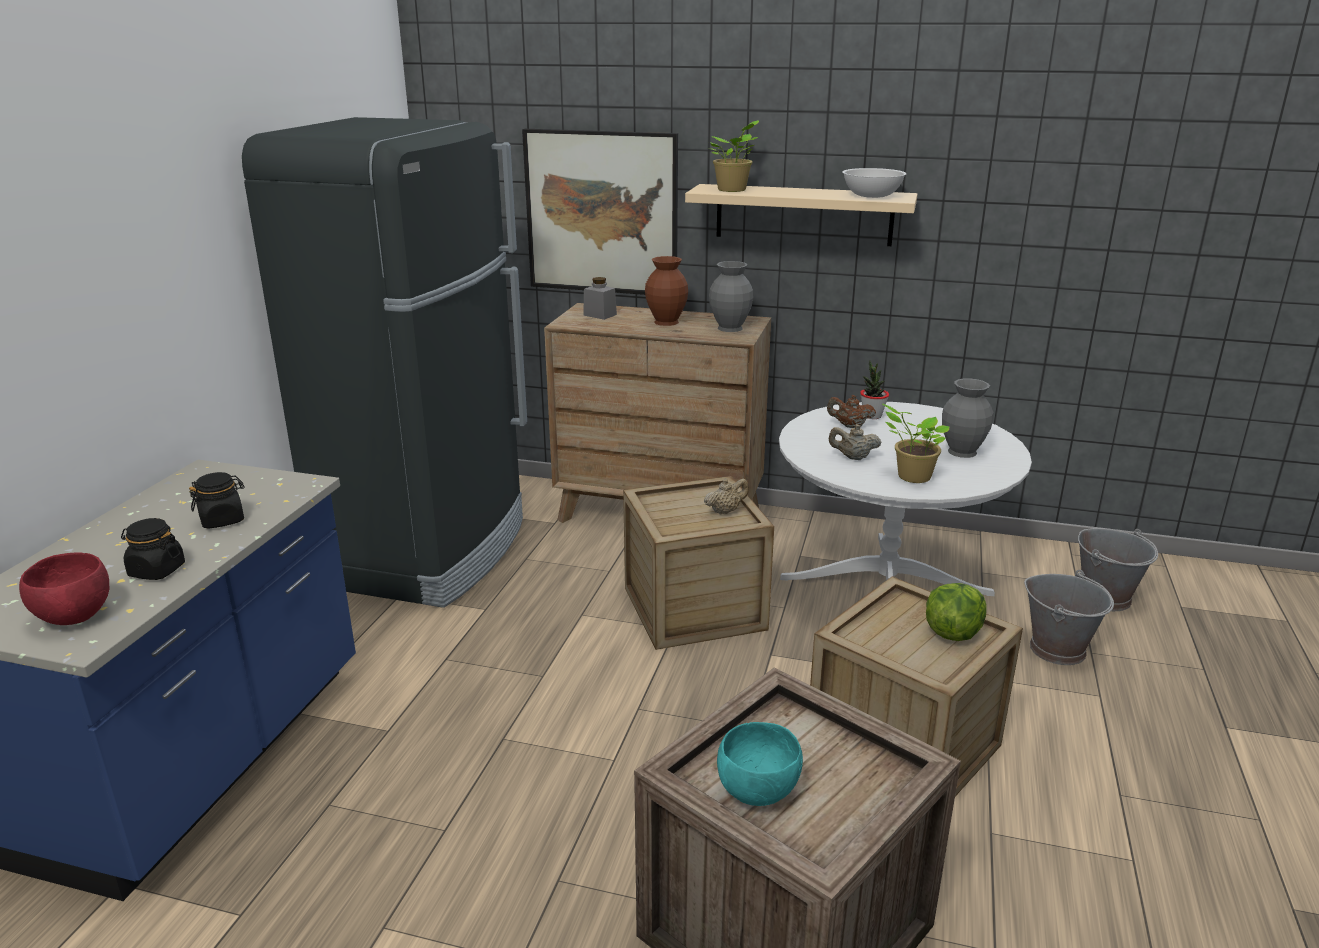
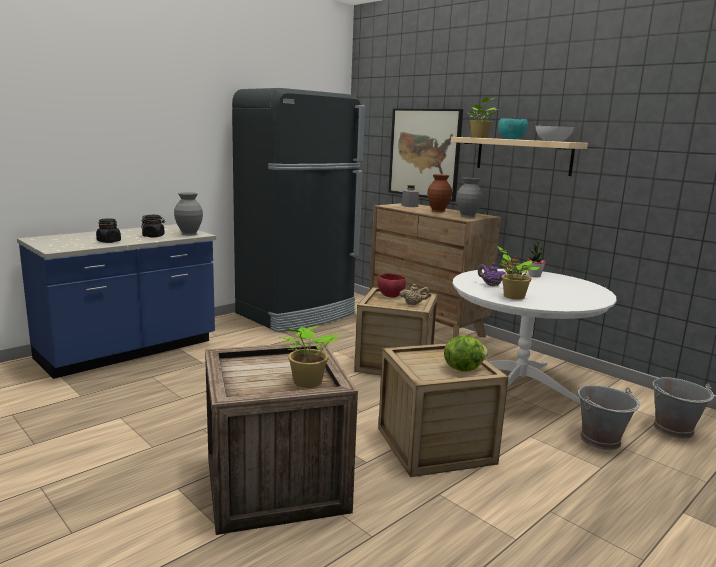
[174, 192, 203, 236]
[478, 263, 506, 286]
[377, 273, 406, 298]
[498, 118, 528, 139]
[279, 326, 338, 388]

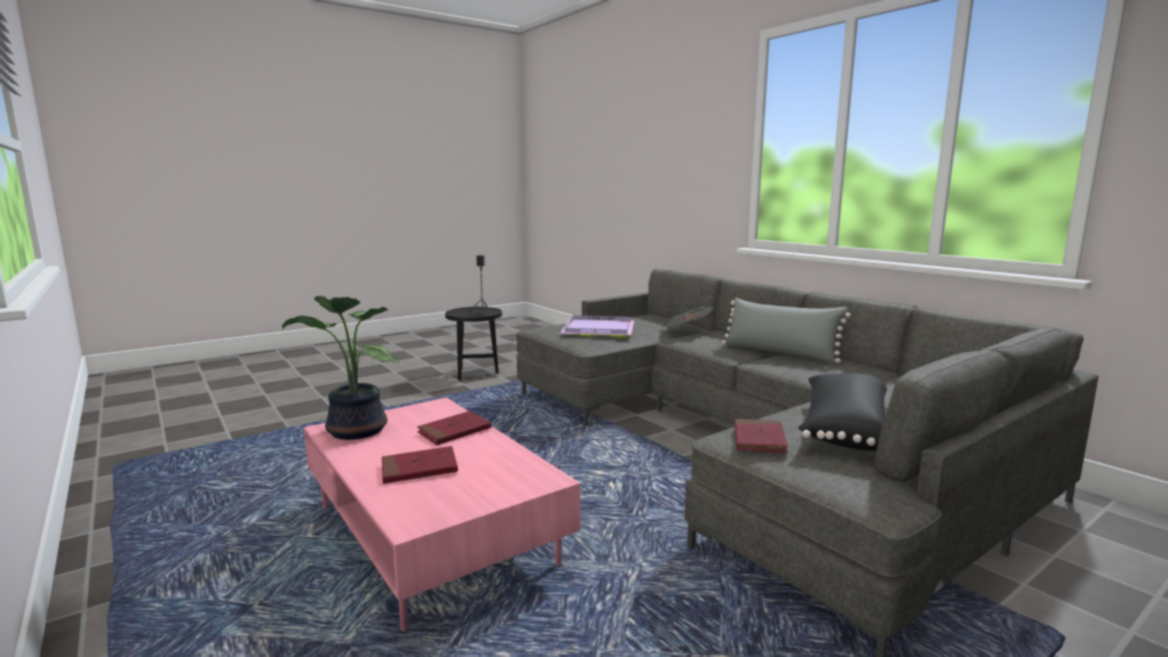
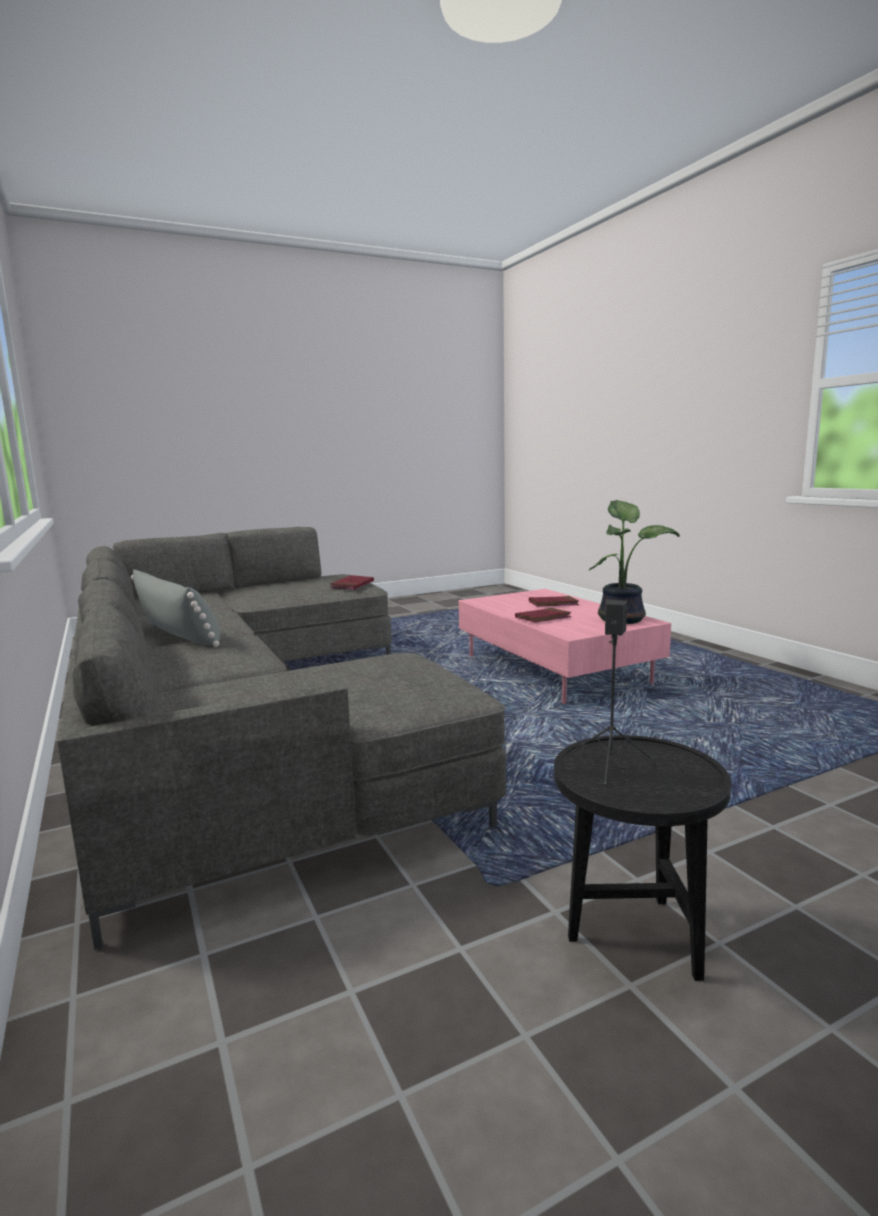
[661, 306, 714, 327] (first image)
[560, 315, 634, 337] (first image)
[798, 373, 887, 451] (first image)

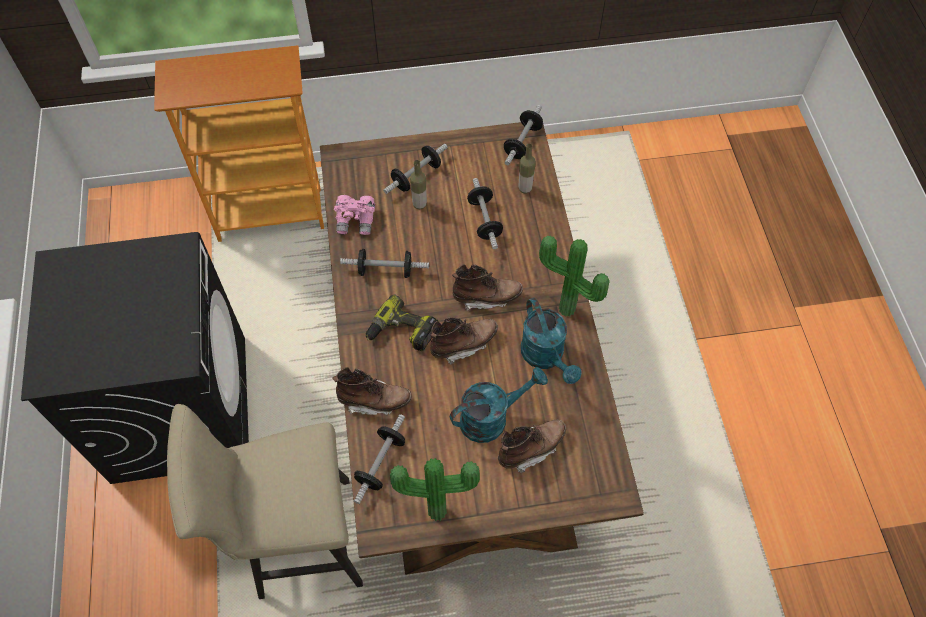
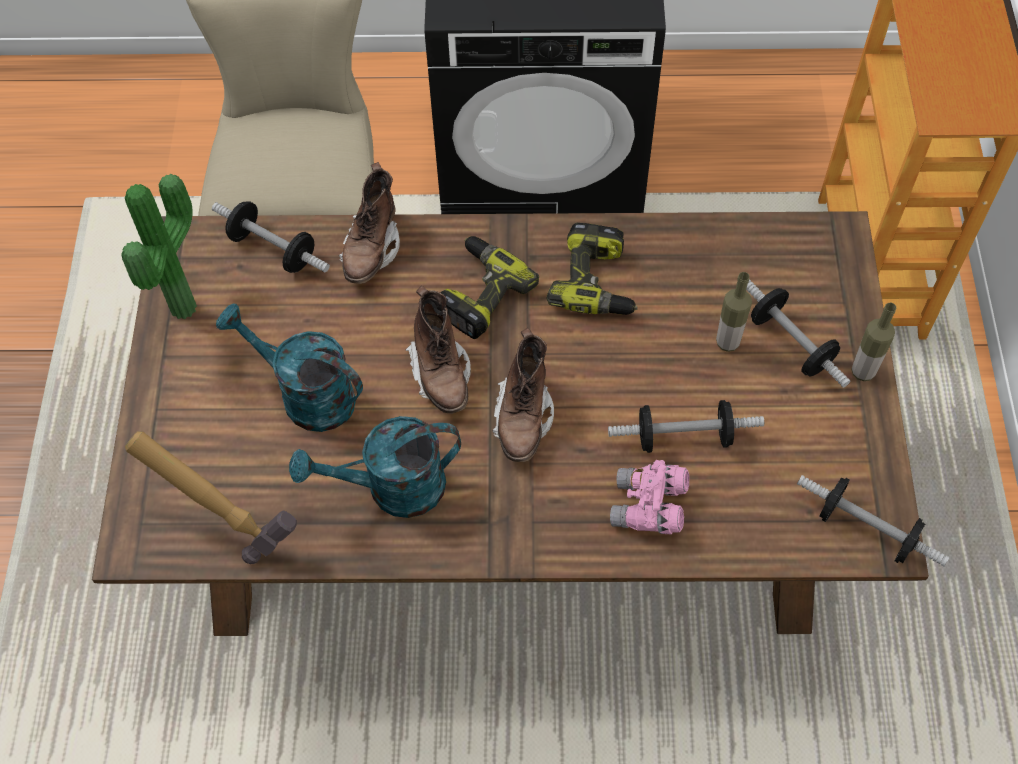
[852, 302, 896, 381]
[610, 460, 689, 535]
[539, 236, 609, 317] (first image)
[546, 223, 638, 315]
[216, 303, 363, 432]
[498, 420, 566, 474] (first image)
[125, 431, 297, 564]

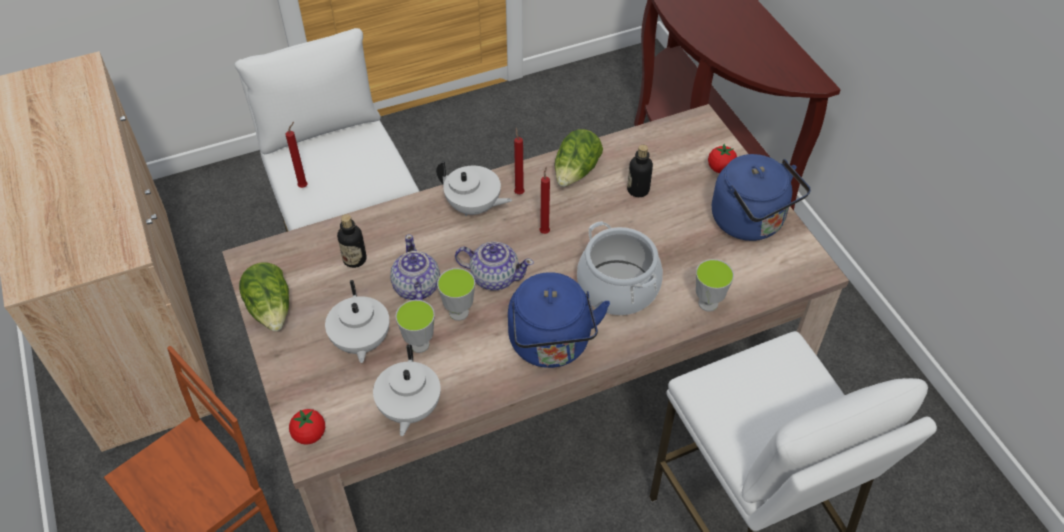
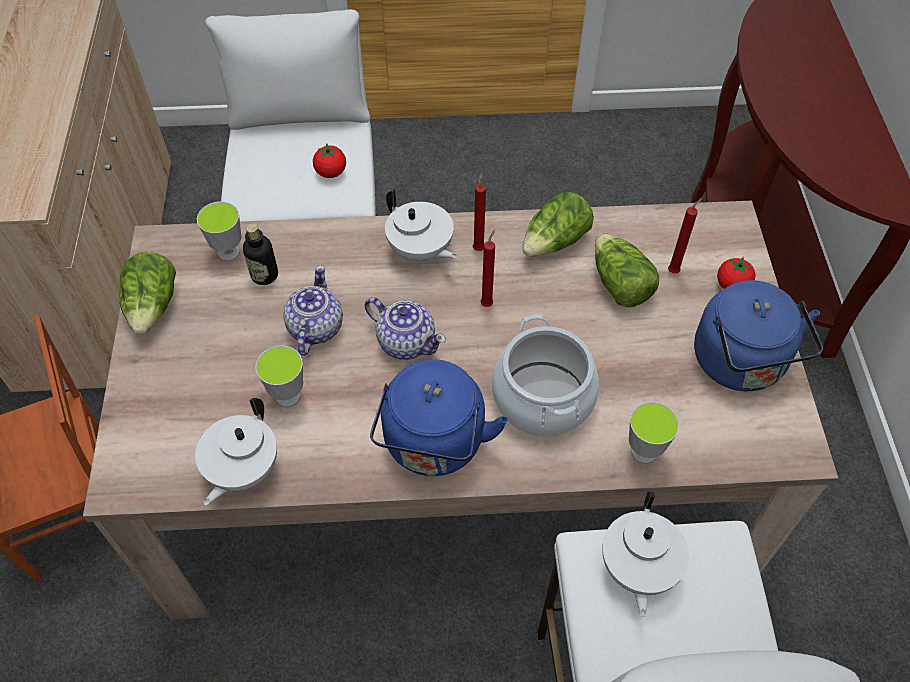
[668, 198, 702, 274]
[595, 233, 659, 308]
[197, 202, 241, 261]
[602, 491, 689, 617]
[313, 143, 346, 178]

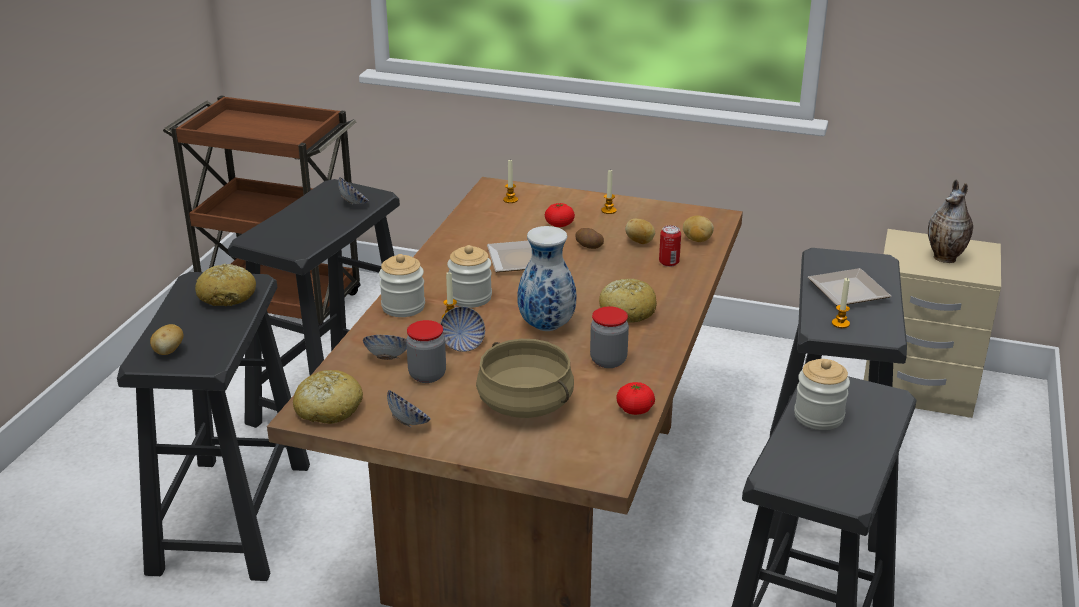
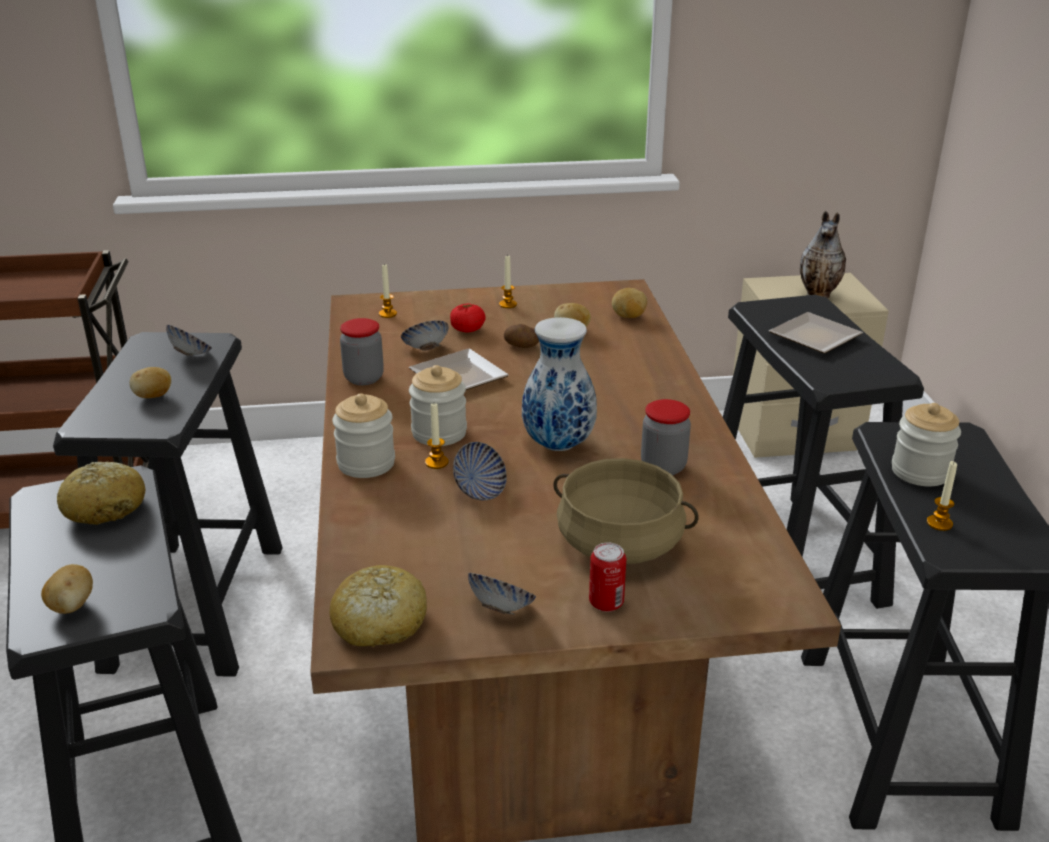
[589, 543, 626, 612]
[927, 461, 957, 531]
[599, 279, 657, 323] (first image)
[340, 318, 384, 385]
[401, 320, 448, 351]
[616, 382, 655, 415] (first image)
[130, 367, 171, 398]

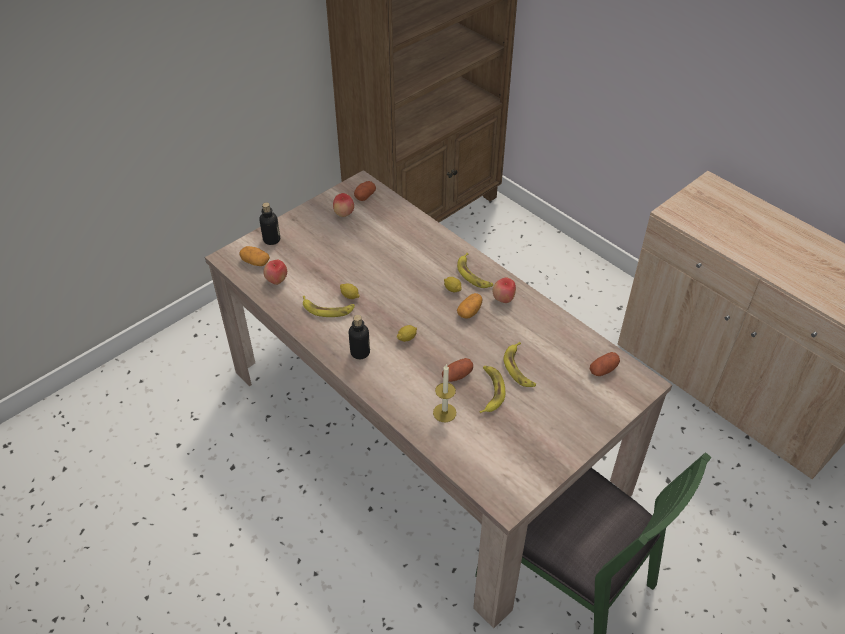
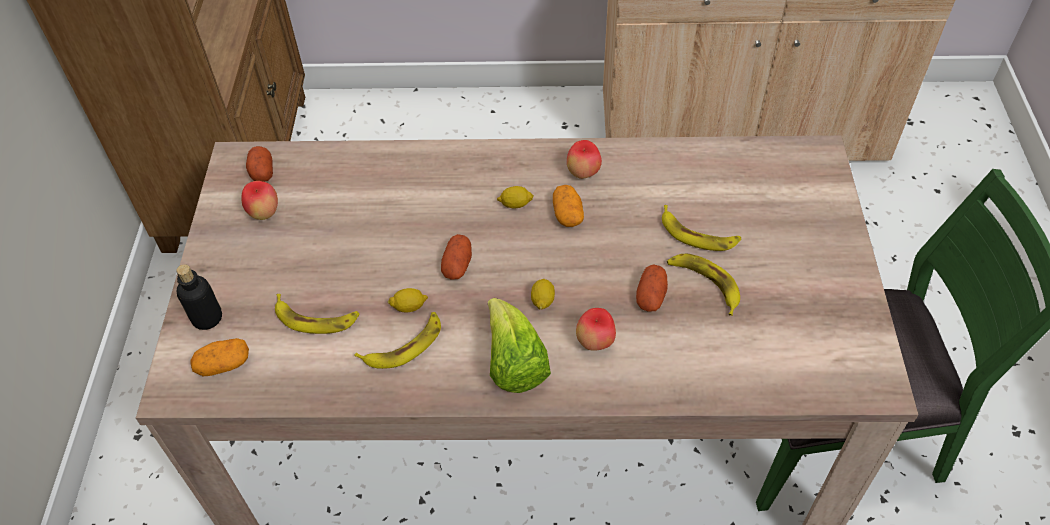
[275, 294, 359, 334]
[576, 308, 616, 351]
[488, 298, 551, 393]
[441, 234, 472, 280]
[433, 365, 456, 422] (first image)

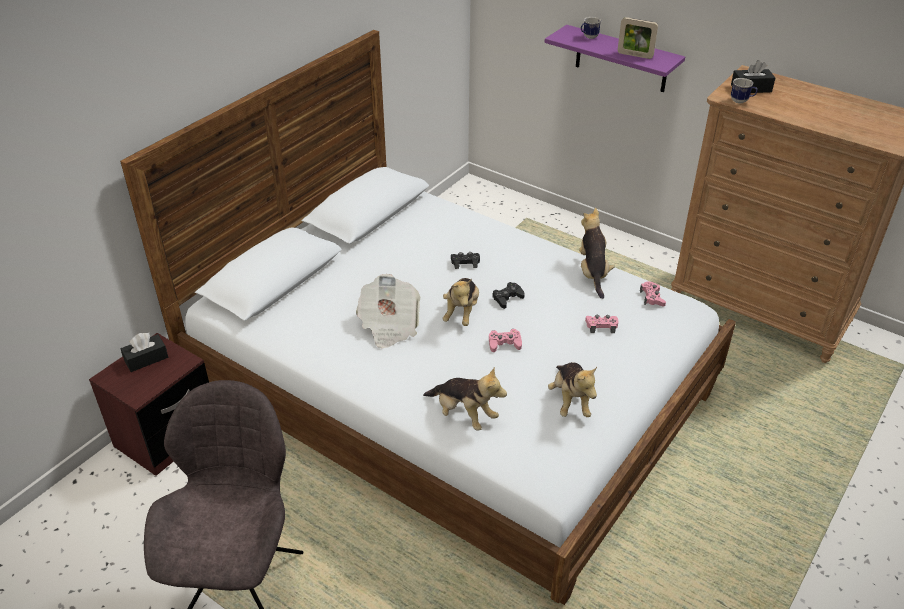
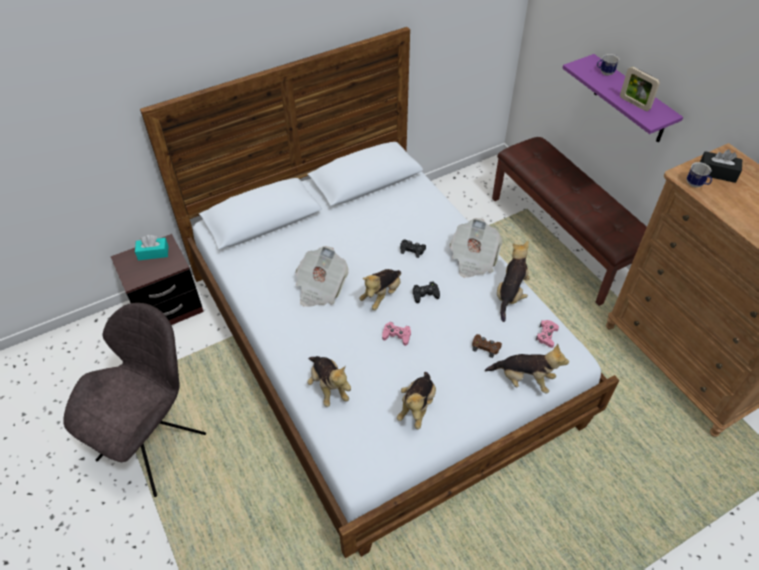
[472, 334, 502, 358]
[135, 235, 168, 260]
[492, 137, 647, 306]
[450, 218, 503, 278]
[485, 344, 569, 393]

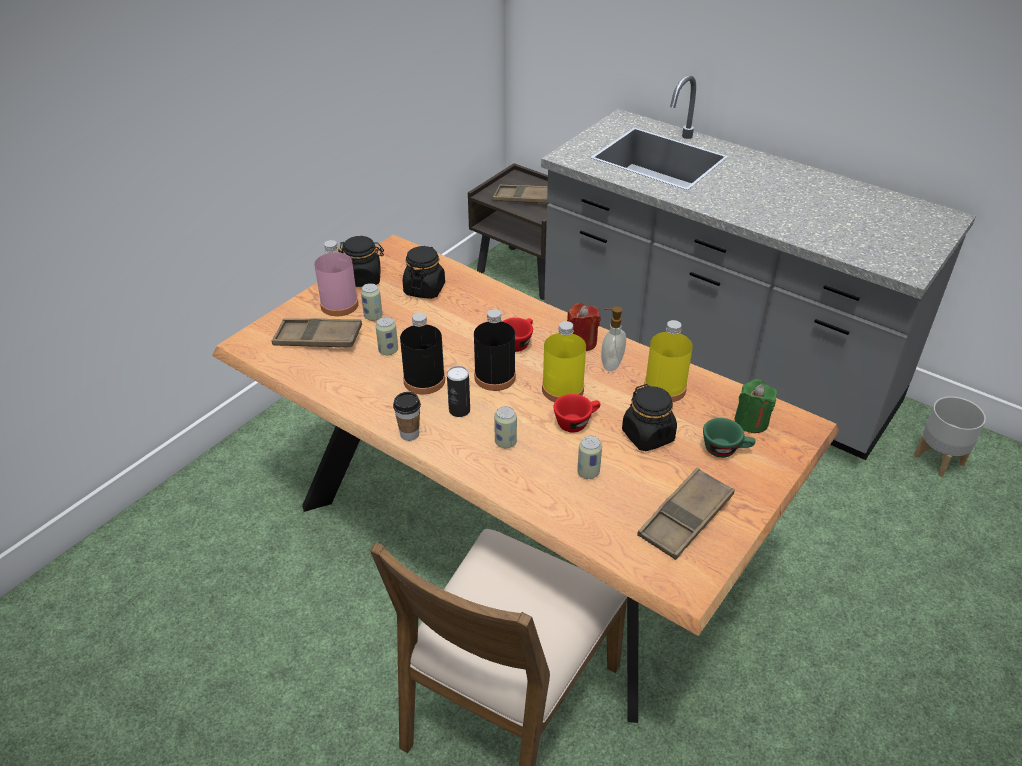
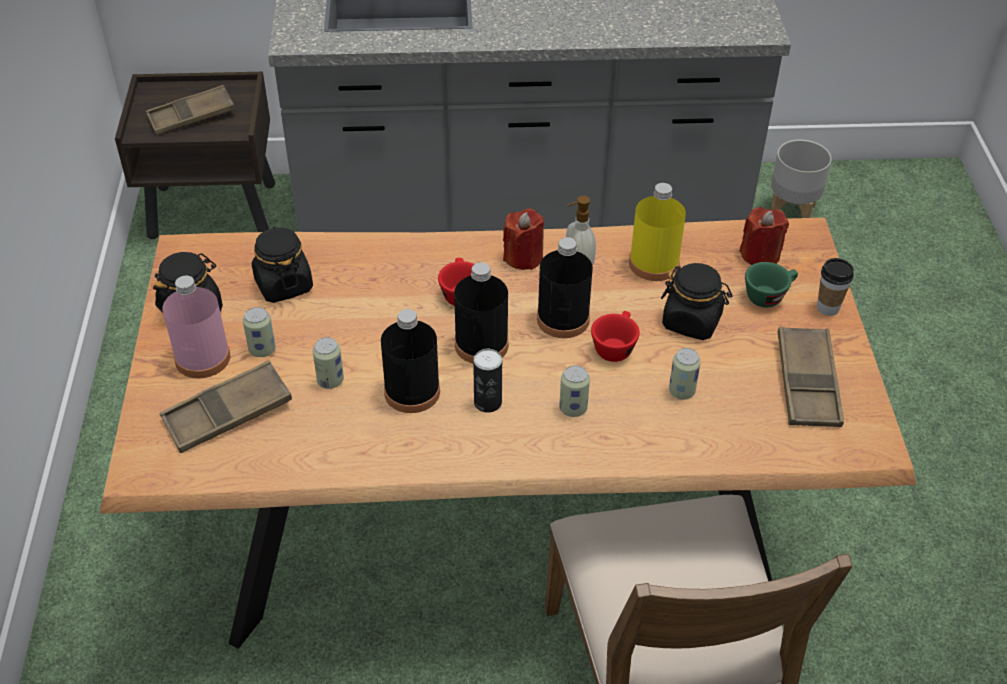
[537, 237, 593, 338]
[739, 207, 789, 265]
[817, 258, 854, 316]

